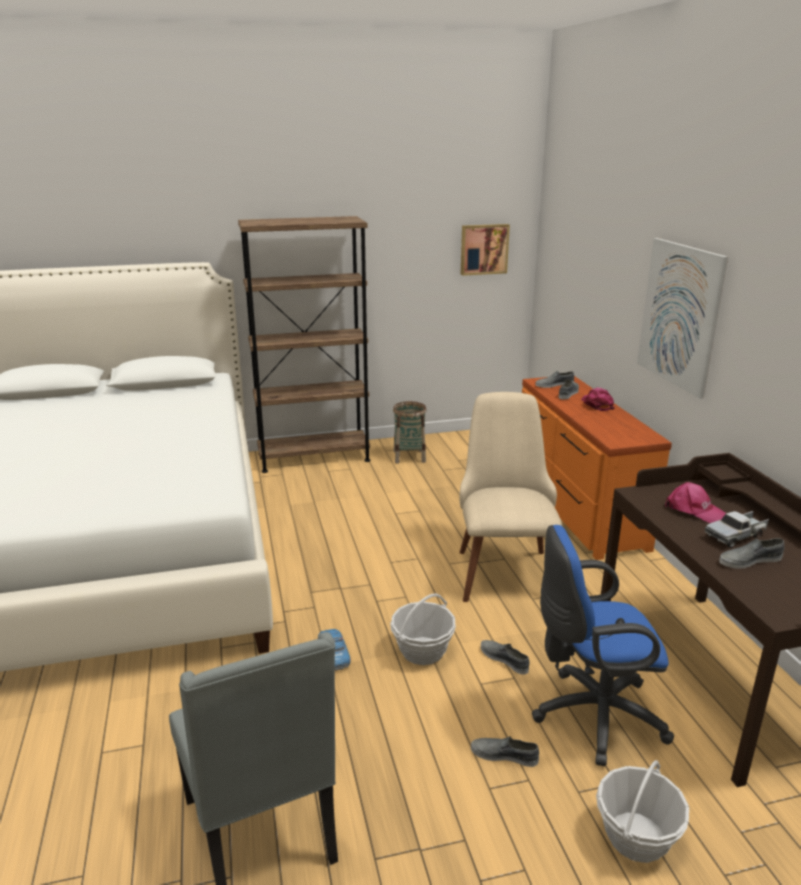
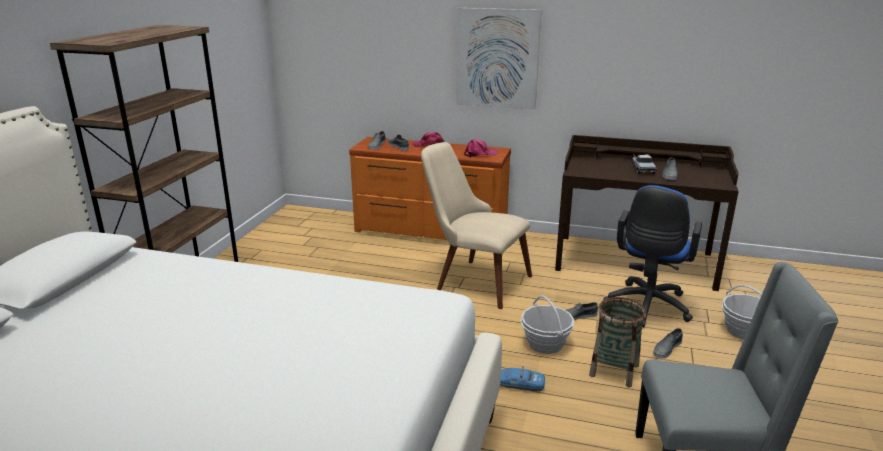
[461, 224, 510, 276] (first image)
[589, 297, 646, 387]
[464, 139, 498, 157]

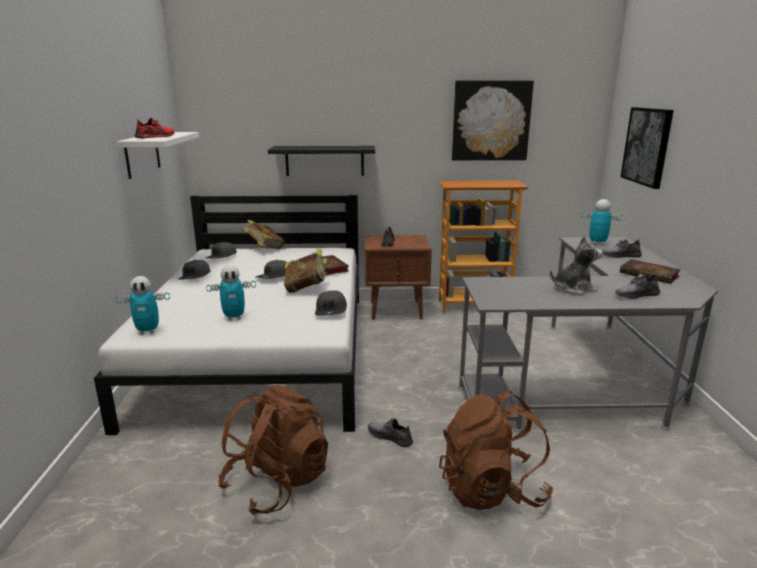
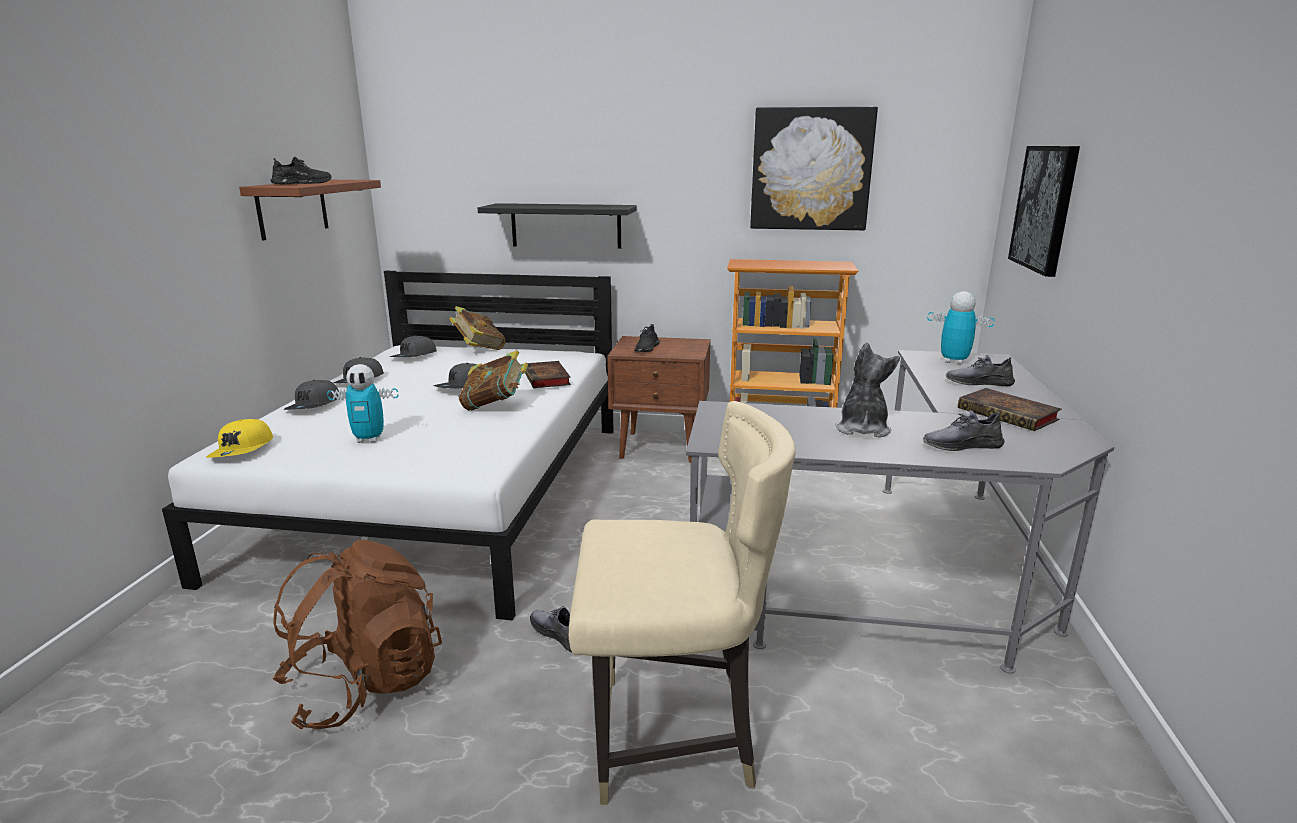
[271, 157, 332, 185]
[239, 180, 381, 240]
[835, 343, 900, 438]
[206, 419, 273, 458]
[283, 380, 339, 410]
[569, 401, 796, 805]

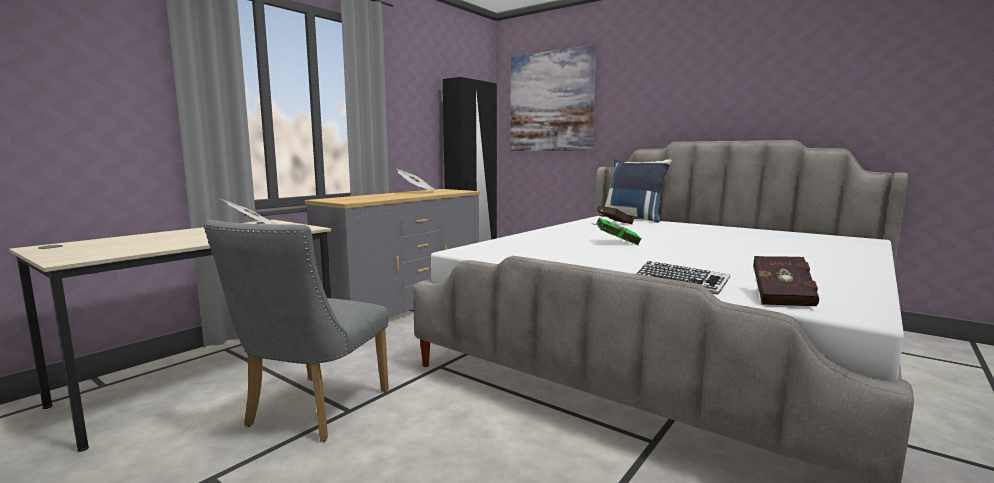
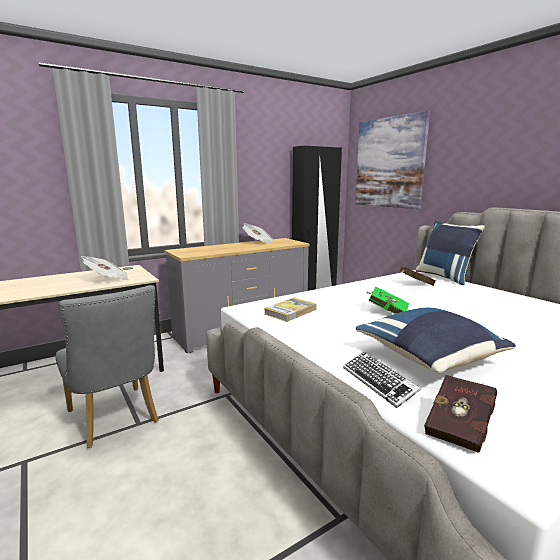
[56, 285, 159, 448]
[264, 298, 317, 322]
[356, 308, 516, 374]

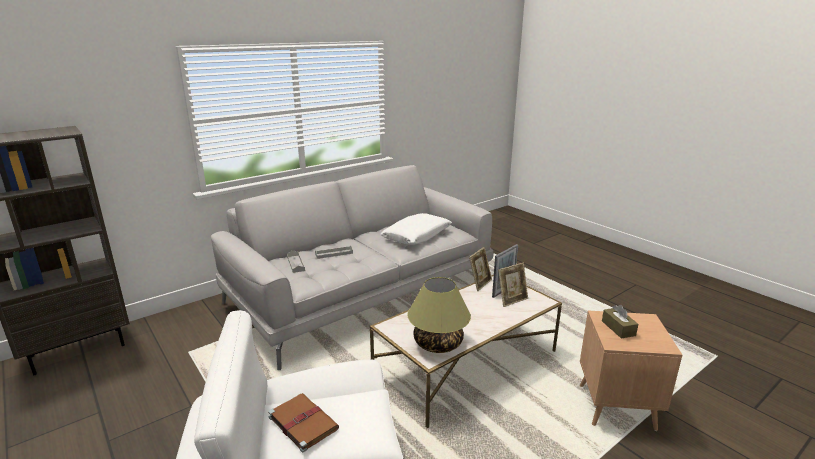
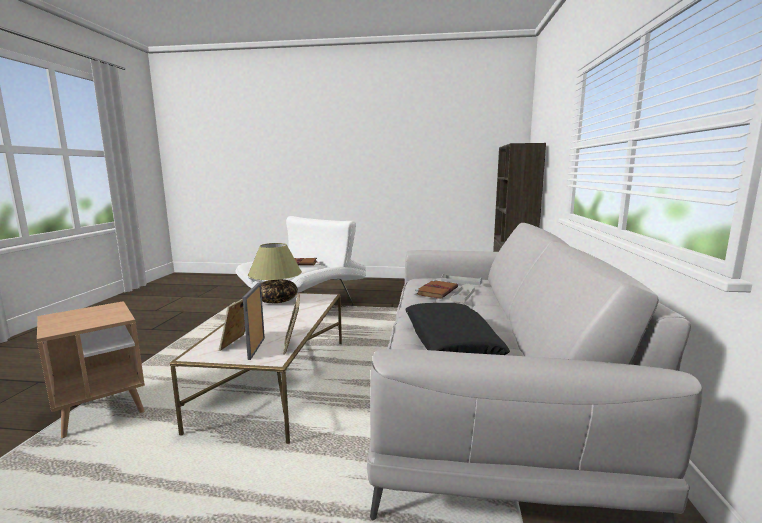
[405, 303, 510, 355]
[602, 305, 639, 339] (first image)
[415, 280, 458, 299]

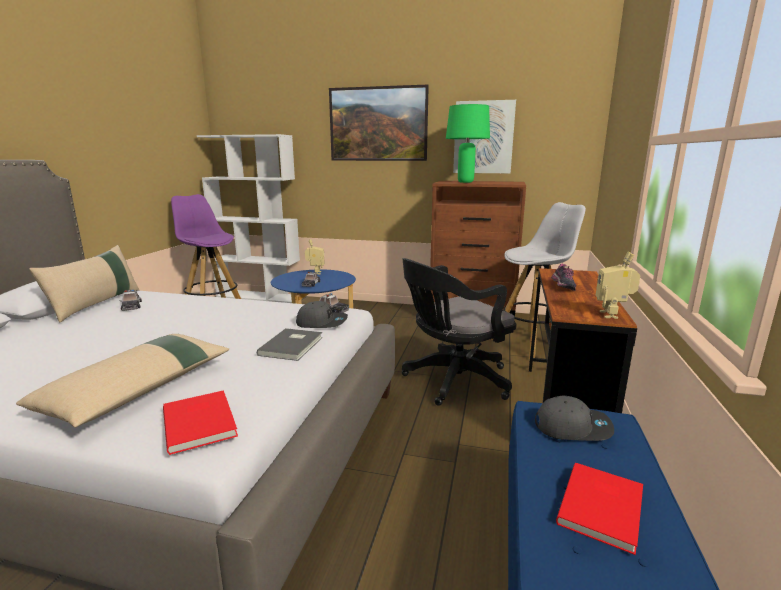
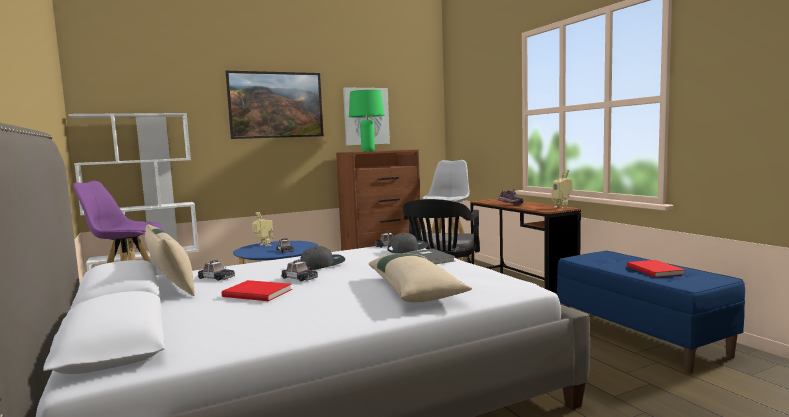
[222, 280, 292, 301]
[300, 246, 345, 270]
[281, 259, 318, 282]

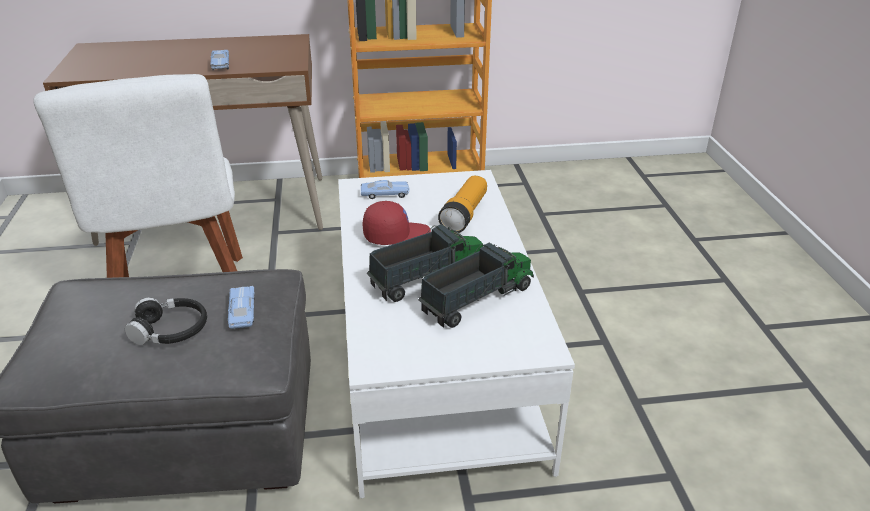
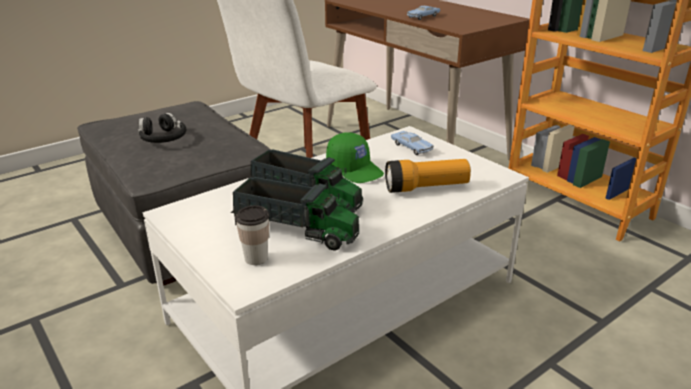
[326, 132, 384, 183]
[228, 286, 255, 329] (first image)
[235, 205, 269, 265]

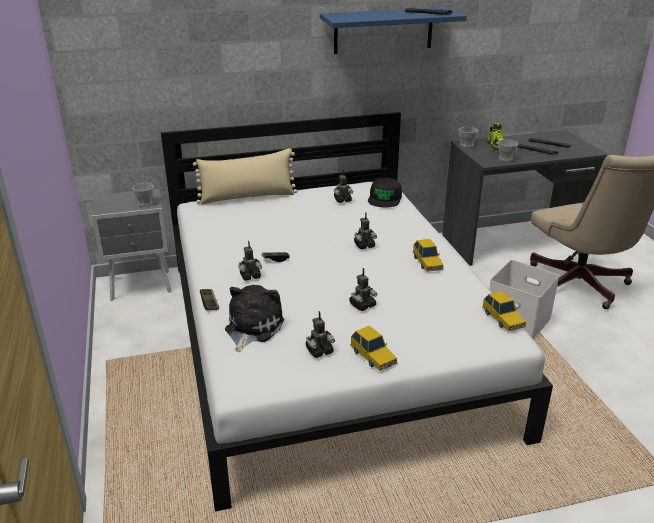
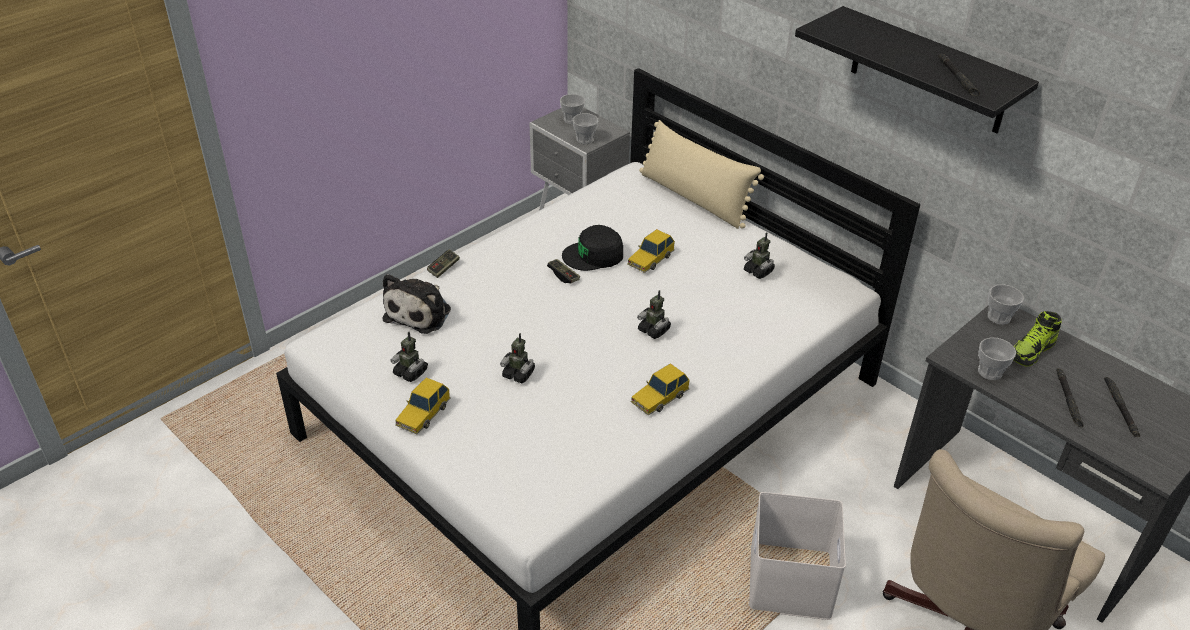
[795, 6, 1039, 133]
[562, 225, 623, 271]
[238, 241, 262, 281] (first image)
[383, 274, 451, 334]
[627, 229, 675, 273]
[560, 94, 585, 124]

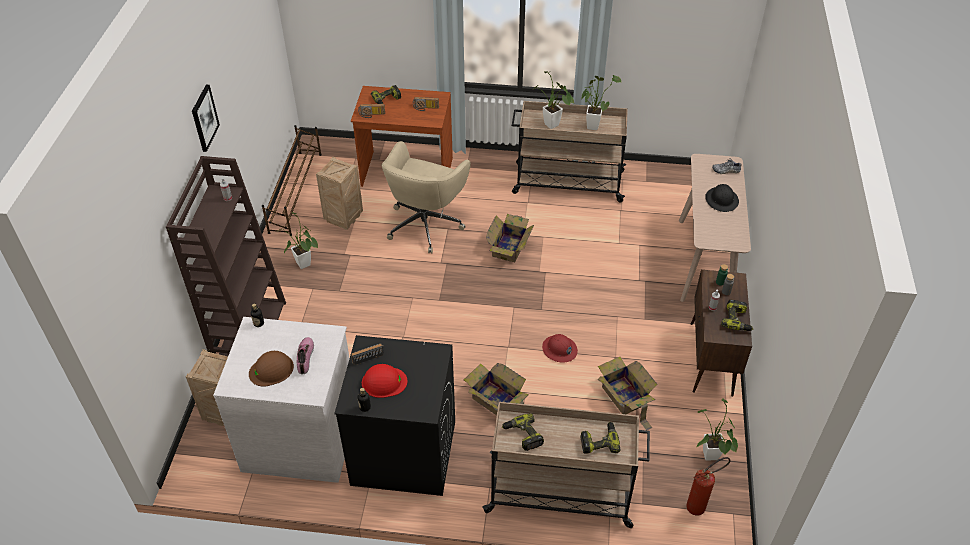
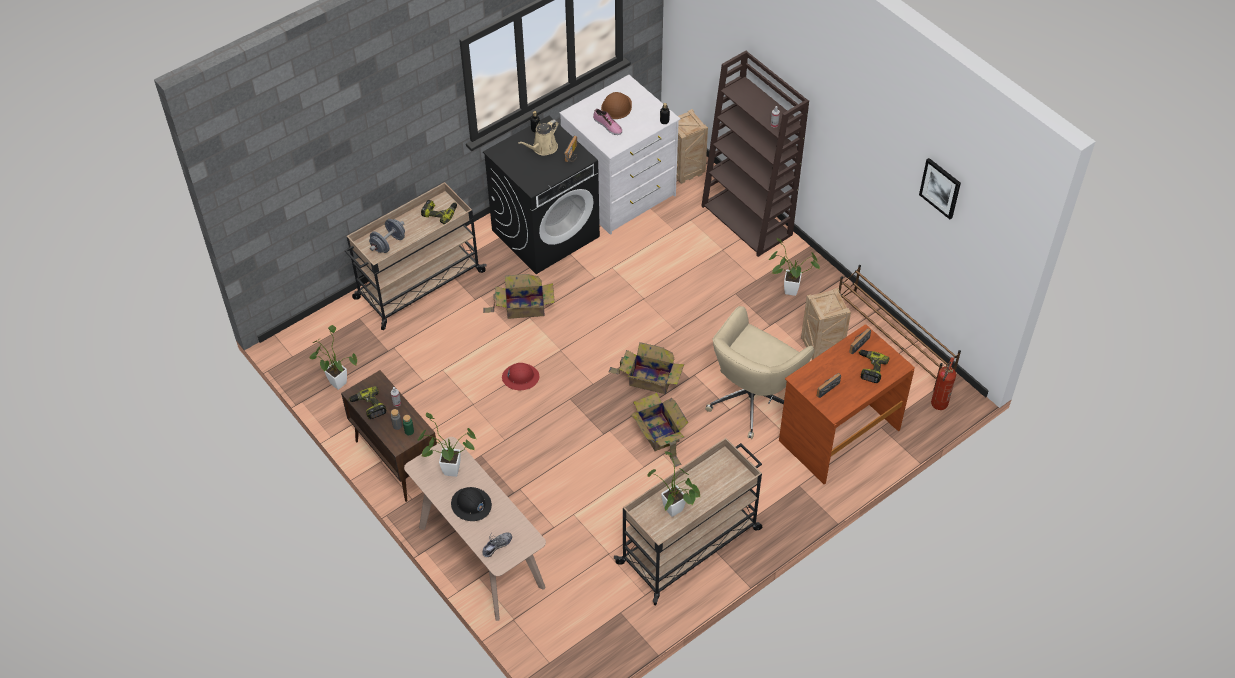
[417, 413, 476, 477]
[919, 158, 961, 219]
[705, 306, 814, 439]
[609, 342, 684, 394]
[518, 120, 559, 156]
[369, 219, 405, 253]
[931, 357, 956, 410]

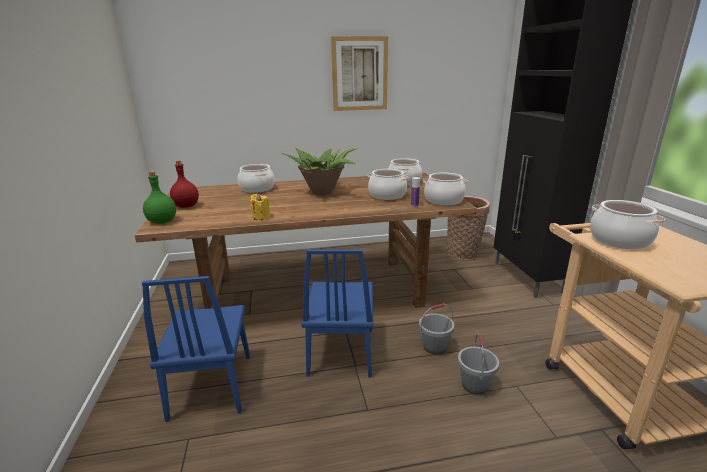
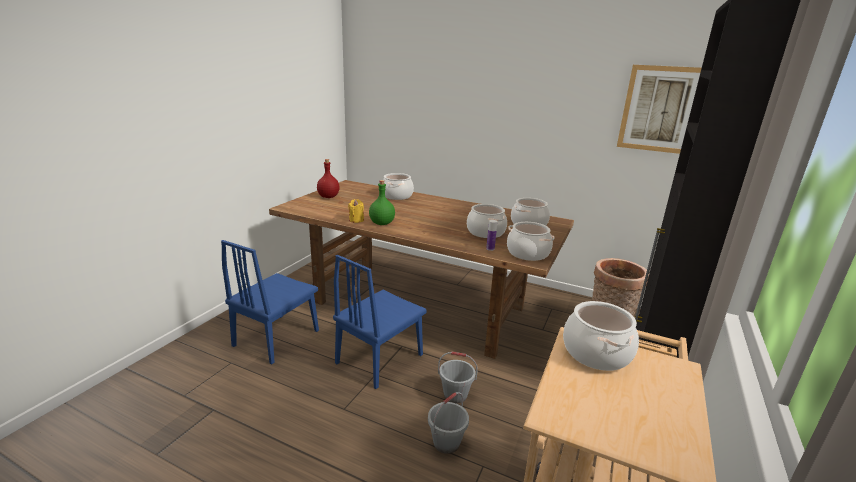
[617, 65, 702, 154]
[282, 148, 358, 196] (first image)
[369, 180, 395, 225]

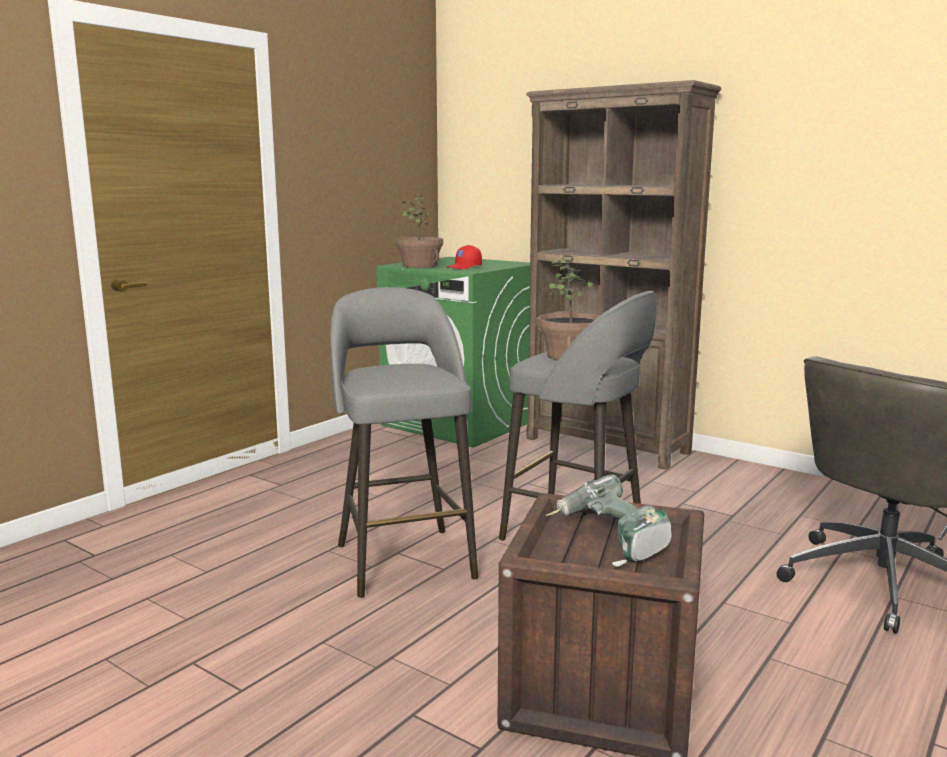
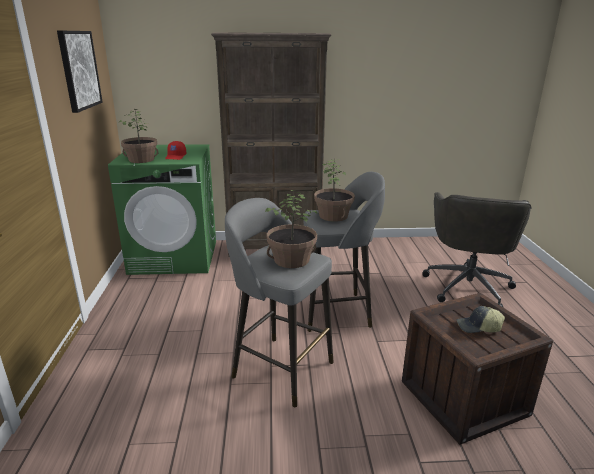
[457, 306, 505, 333]
[57, 31, 103, 113]
[265, 190, 317, 268]

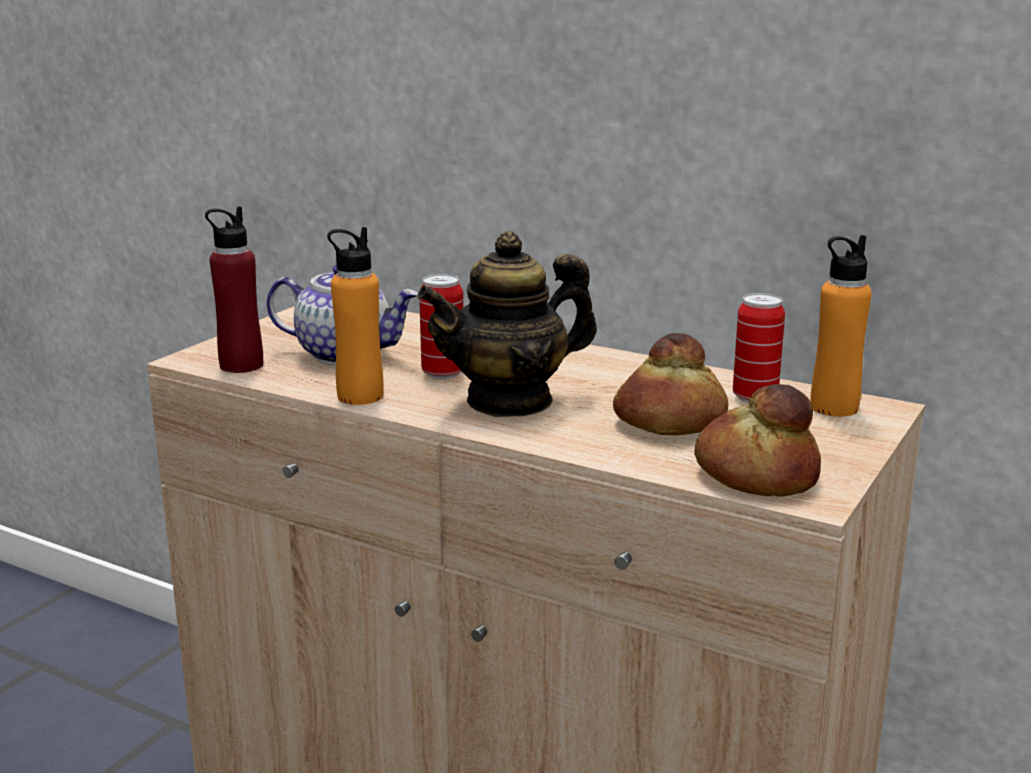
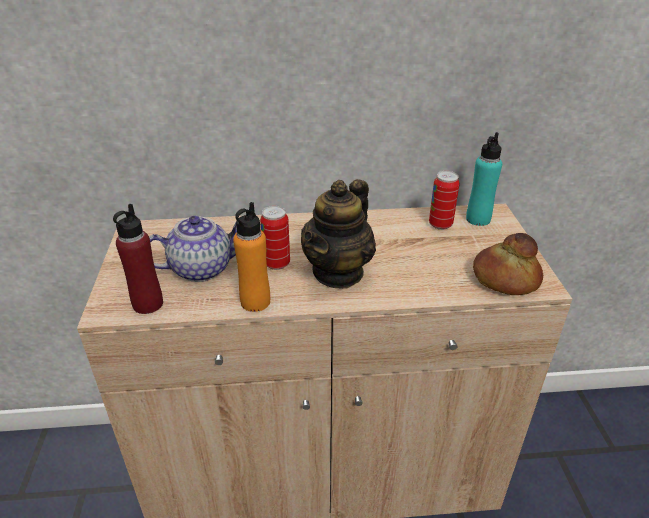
[466, 132, 502, 226]
[613, 333, 728, 435] (first image)

